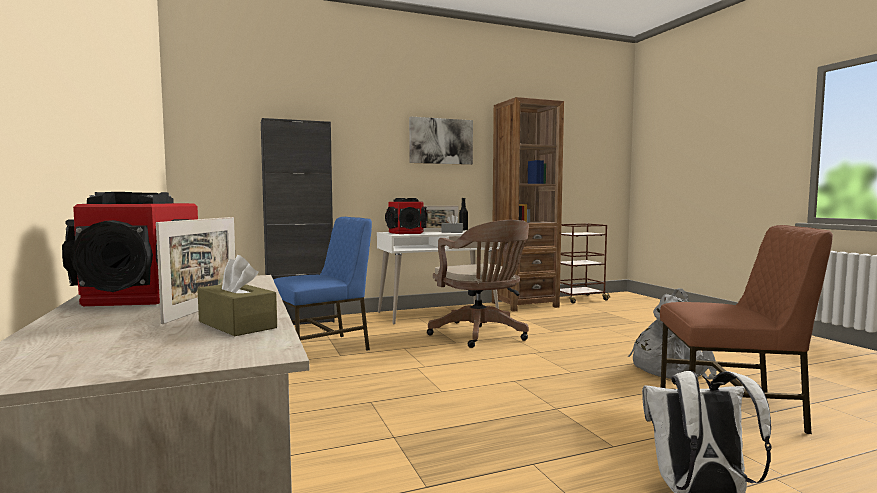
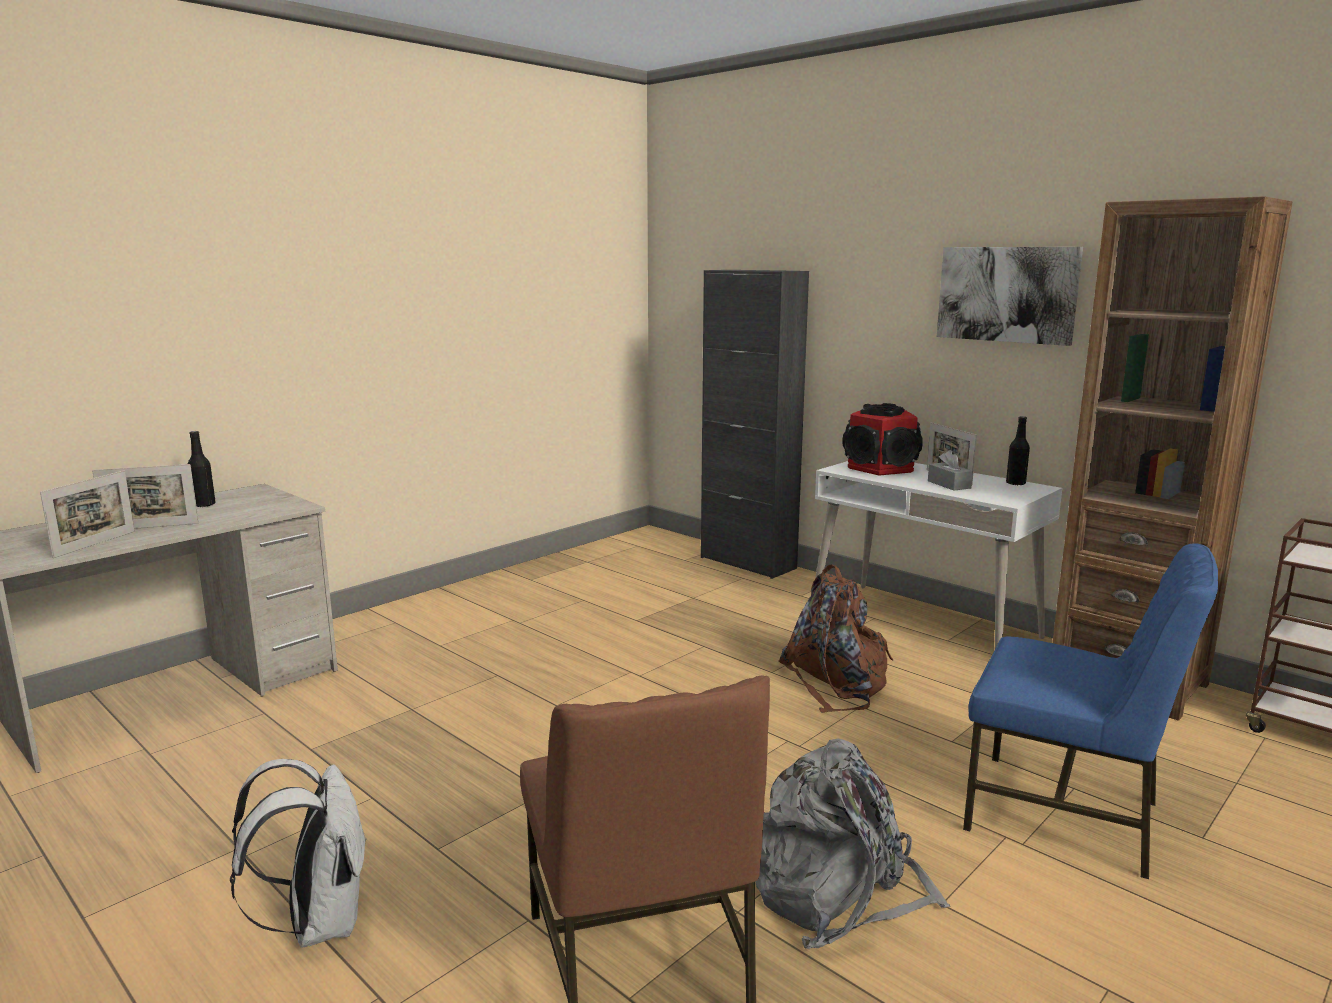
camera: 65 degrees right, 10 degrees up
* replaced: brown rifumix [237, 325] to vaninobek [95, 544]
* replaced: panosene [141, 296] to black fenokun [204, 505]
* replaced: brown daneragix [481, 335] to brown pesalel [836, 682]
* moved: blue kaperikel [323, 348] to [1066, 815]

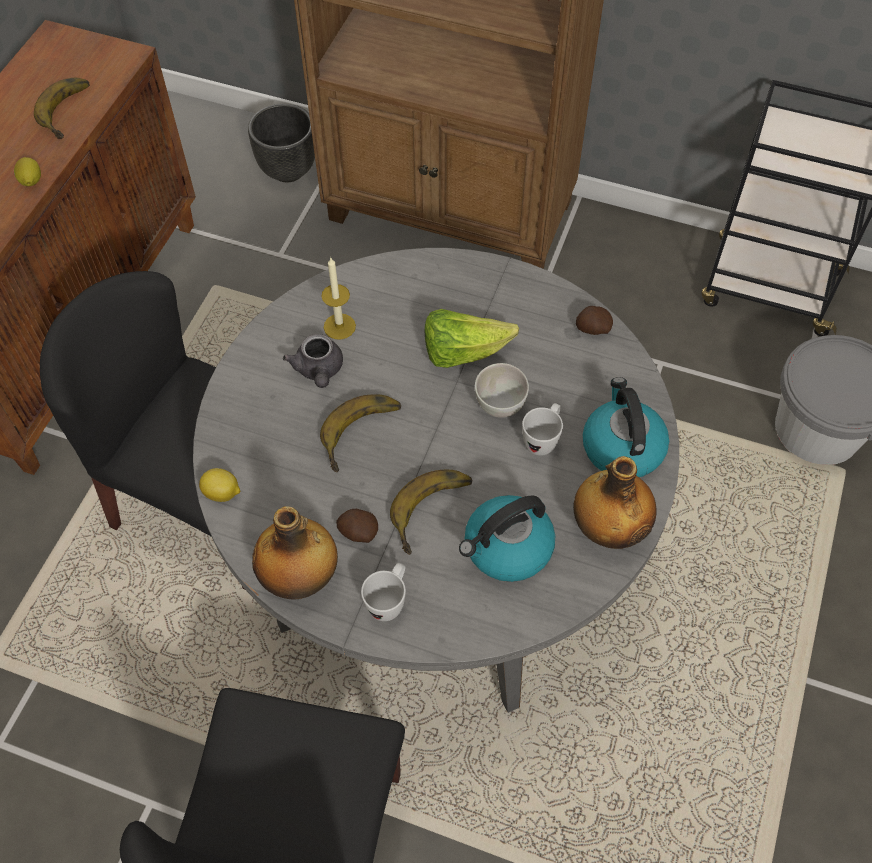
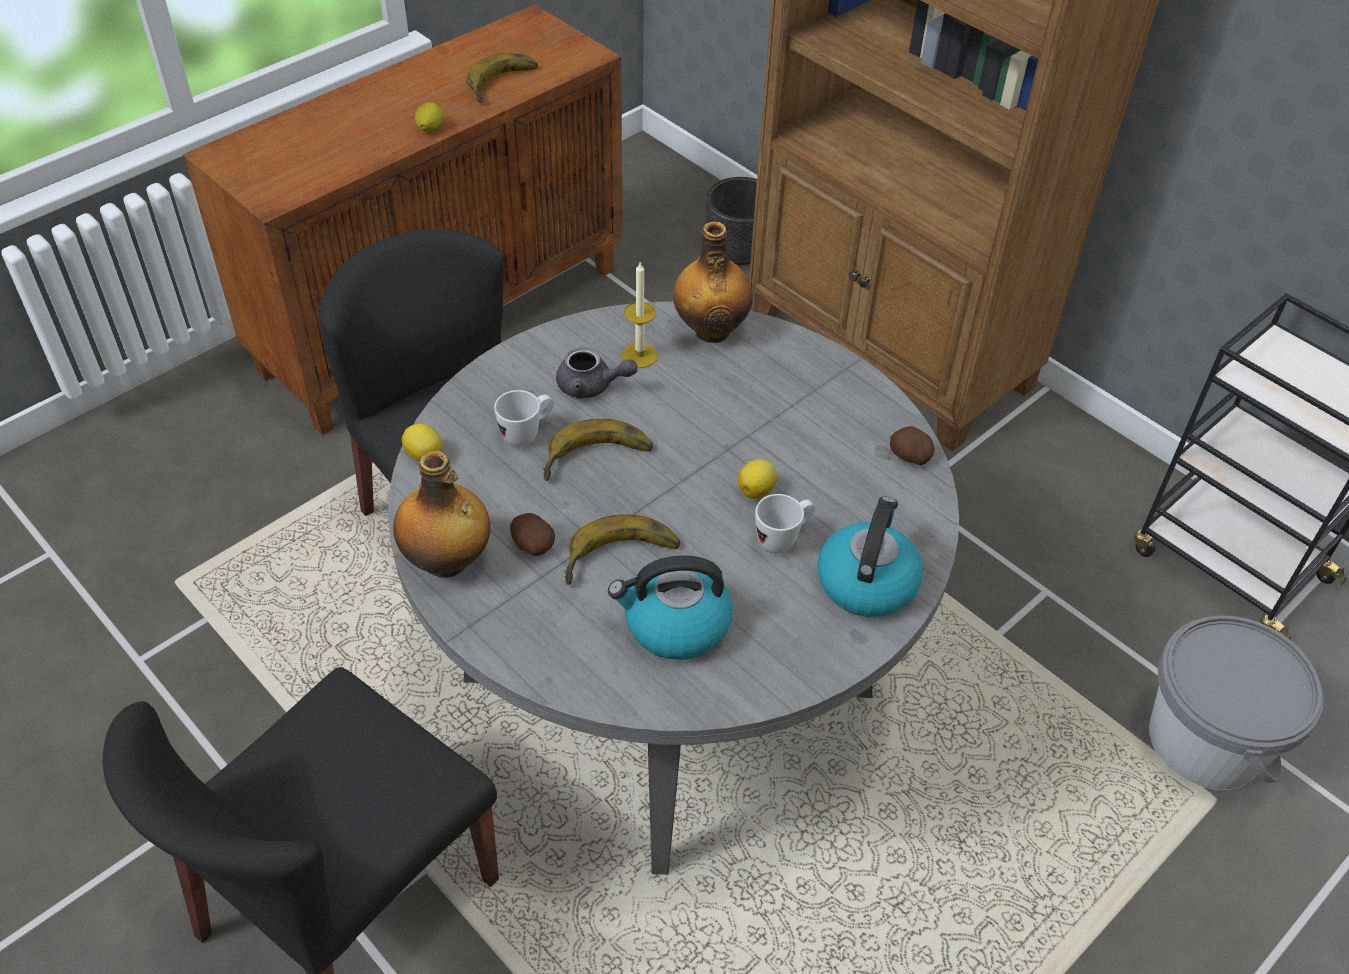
camera: 25 degrees right, 10 degrees down
* moved: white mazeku [389, 601] to [527, 434]
* turned: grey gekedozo [319, 371] = [592, 386] 90 degrees counterclockwise
* moved: fenokun [609, 528] to [711, 329]
* replaced: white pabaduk [500, 407] to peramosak [757, 490]
* removed: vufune [463, 352]

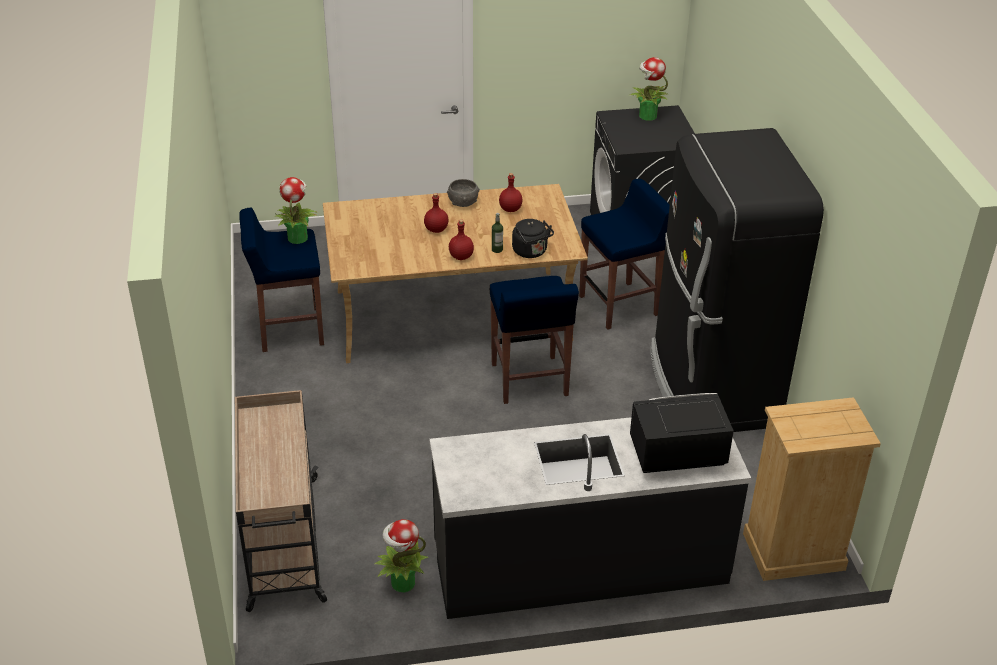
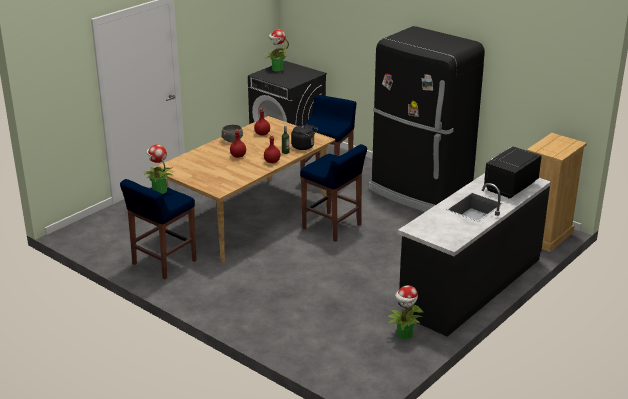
camera: 40 degrees left, 10 degrees down
* removed: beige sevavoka [283, 543]

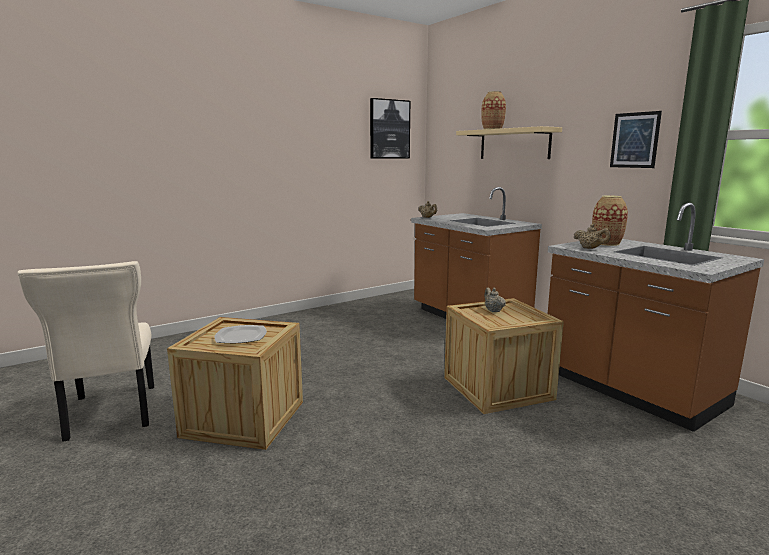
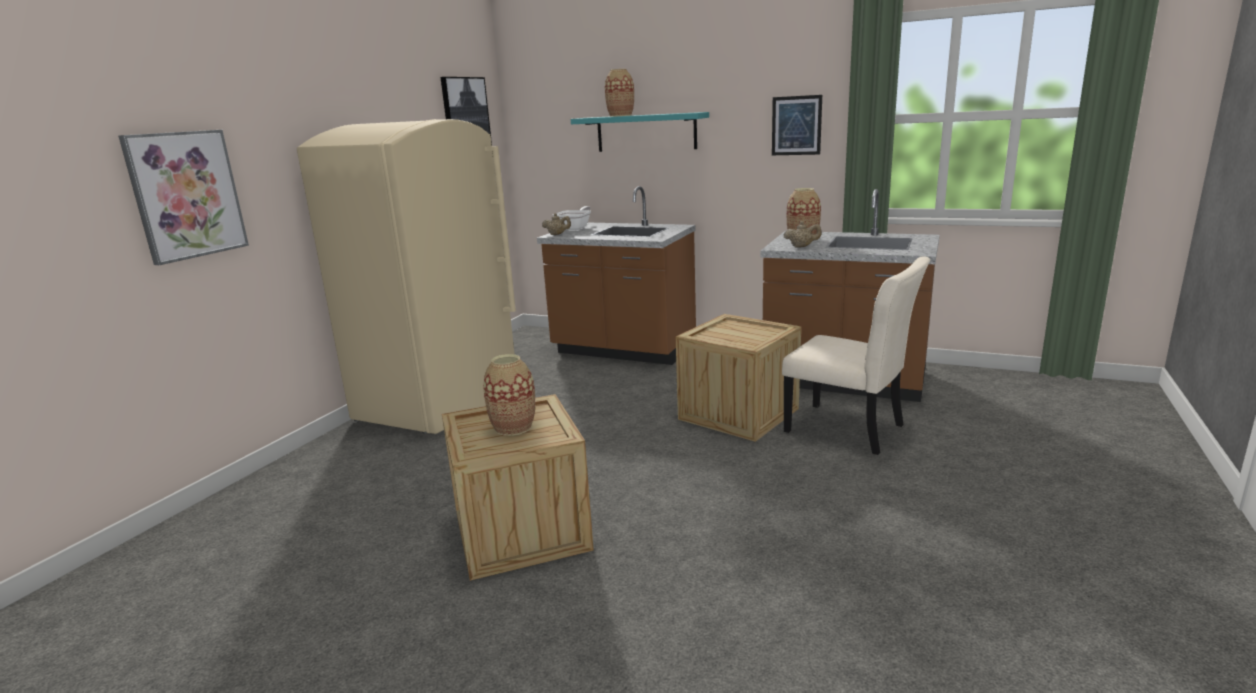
camera: 30 degrees left, 5 degrees up
* added: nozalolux [186, 195]
* added: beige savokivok [441, 401]
* replaced: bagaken [241, 336] to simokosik [513, 427]
* added: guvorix [575, 228]
* recoloured: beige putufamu [514, 144] to turquoise putufamu [646, 132]
* moved: beige kaperikel [111, 414] to [848, 430]
* removed: beige gekedozo [493, 310]

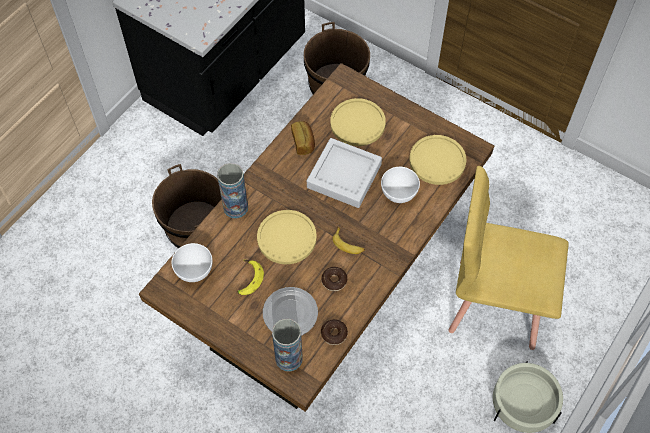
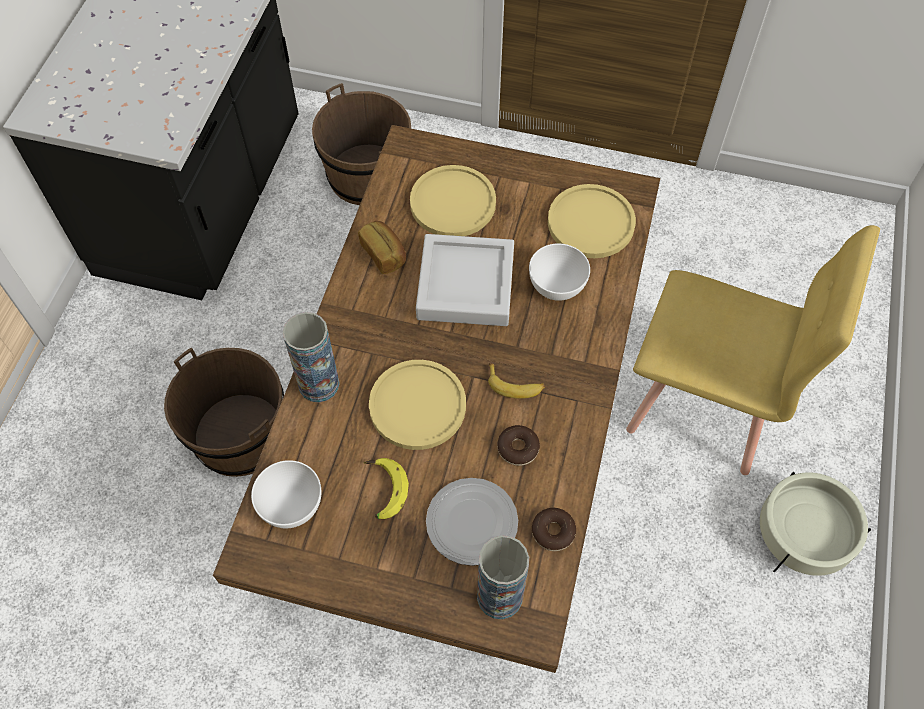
camera: 20 degrees left, 0 degrees up
* turned: yellow kaperikel [495, 302] = [704, 405] 150 degrees counterclockwise

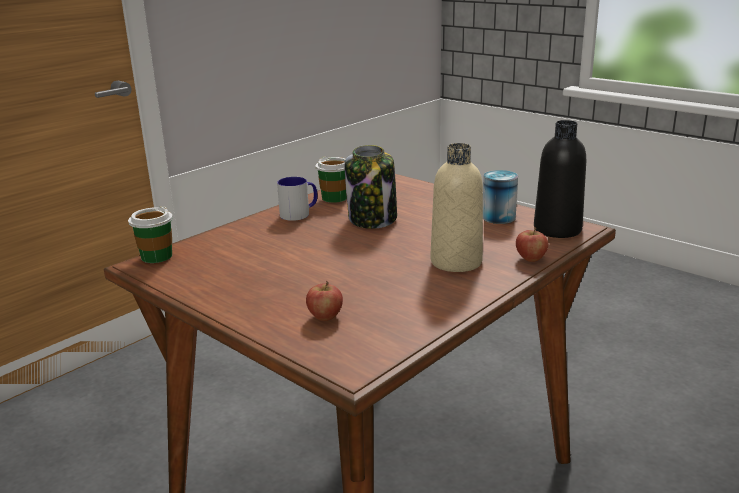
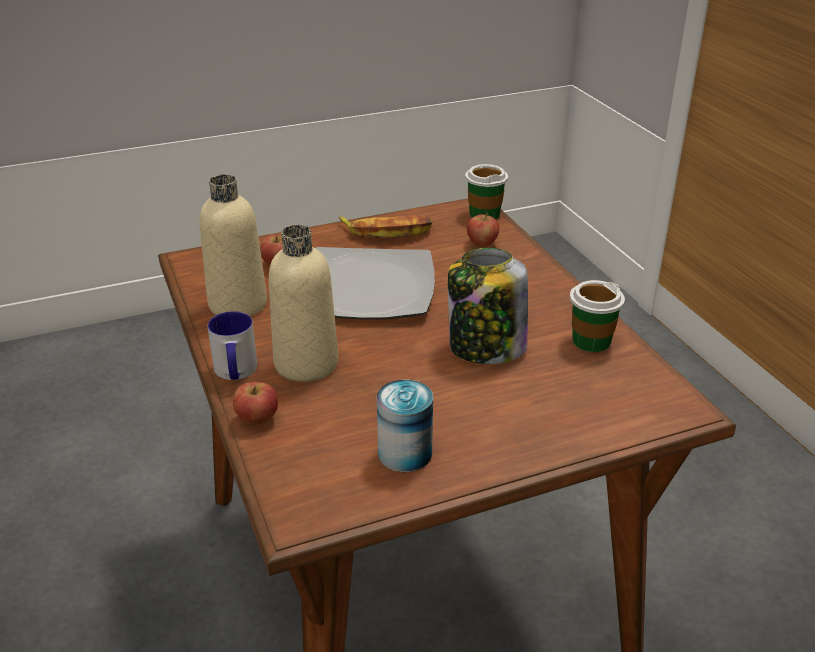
camera: 115 degrees right, 10 degrees up
* added: beige fenokun [238, 304]
* moved: mazeku [299, 214] to [235, 372]
* added: bagaken [366, 289]
* added: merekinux [386, 231]
* added: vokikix [481, 244]
* removed: black fenokun [557, 229]

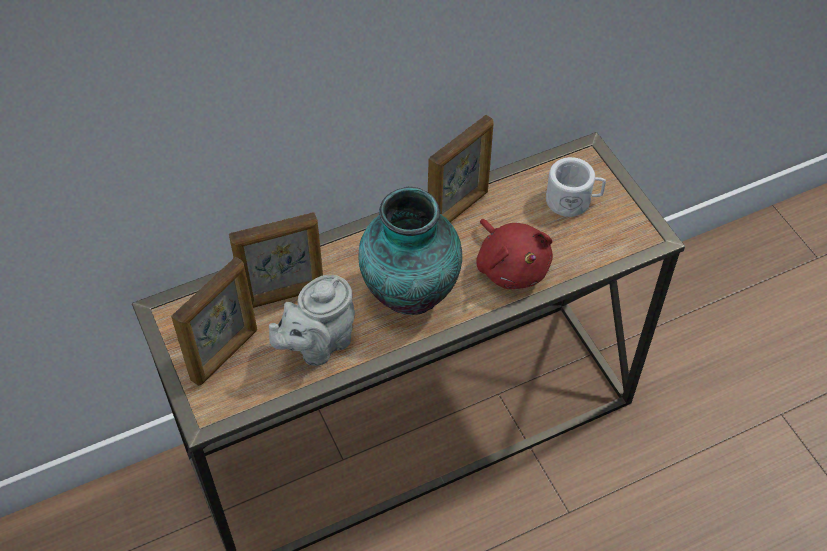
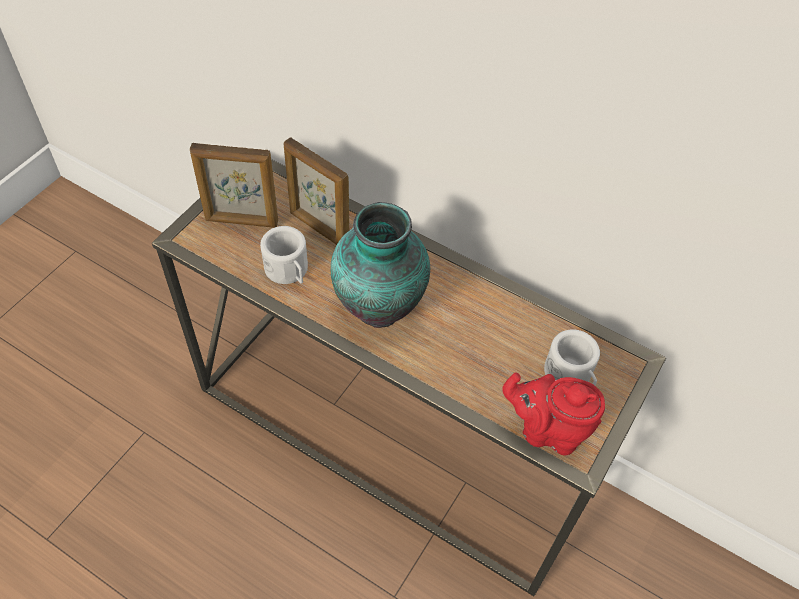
camera: 55 degrees right, 0 degrees up
* replaced: grey gekedozo [318, 344] to white mazeku [289, 271]
* added: red gekedozo [547, 430]
* removed: vaninobek [458, 210]
* removed: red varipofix [511, 266]

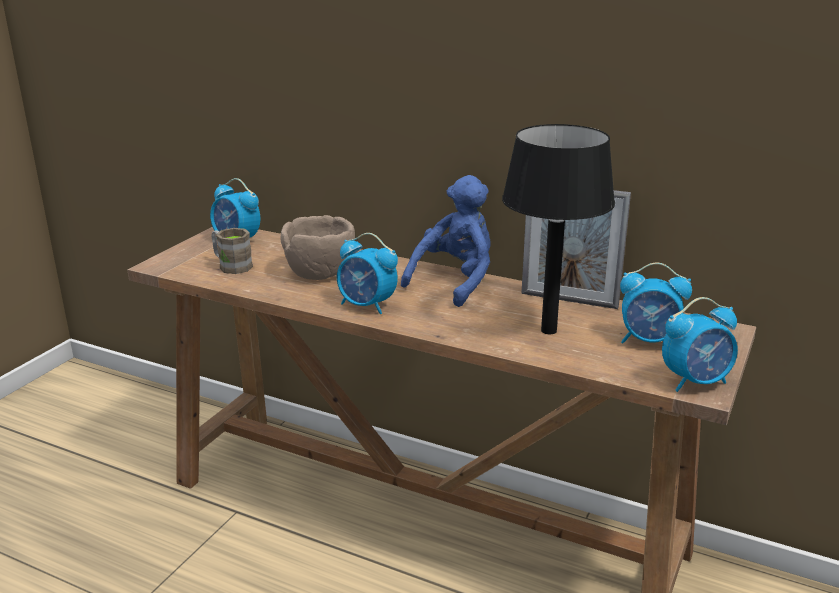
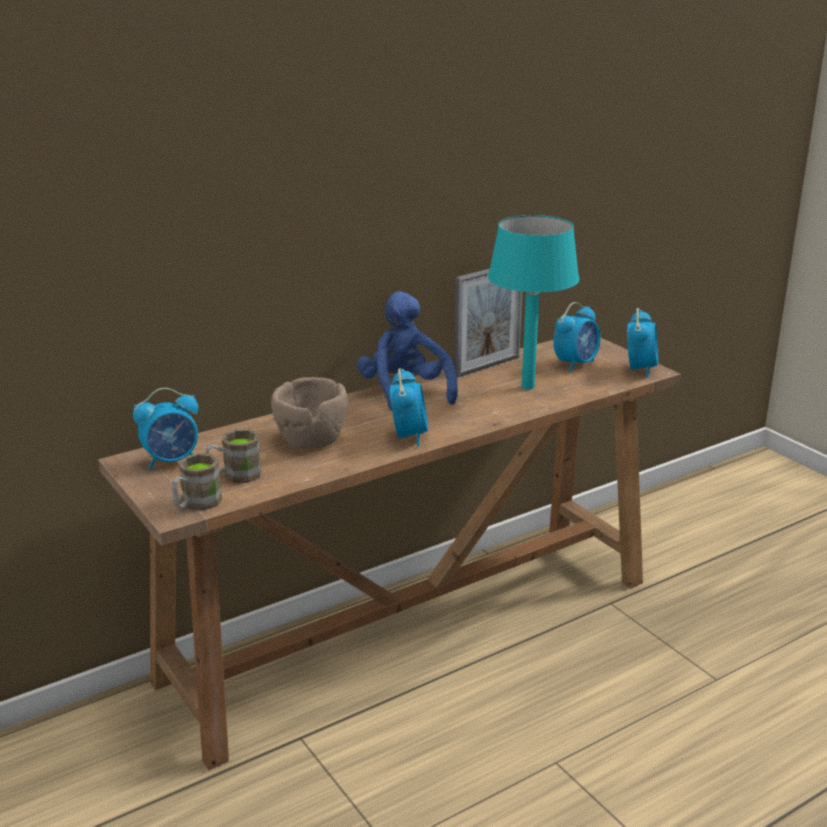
camera: 60 degrees left, 0 degrees up
* added: brown mazeku [196, 504]
* turned: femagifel [367, 306] = [409, 436] 60 degrees counterclockwise
* recoloured: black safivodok [548, 331] to turquoise safivodok [528, 387]

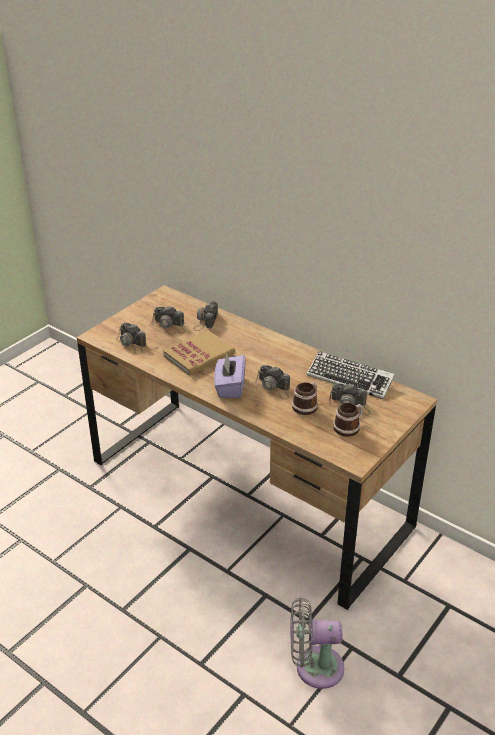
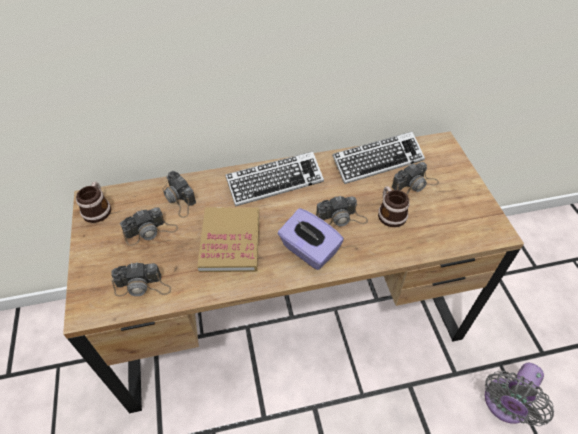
camera: 50 degrees left, 15 degrees up
* moved: mazeku [349, 427] to [98, 209]
* added: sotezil [275, 182]

